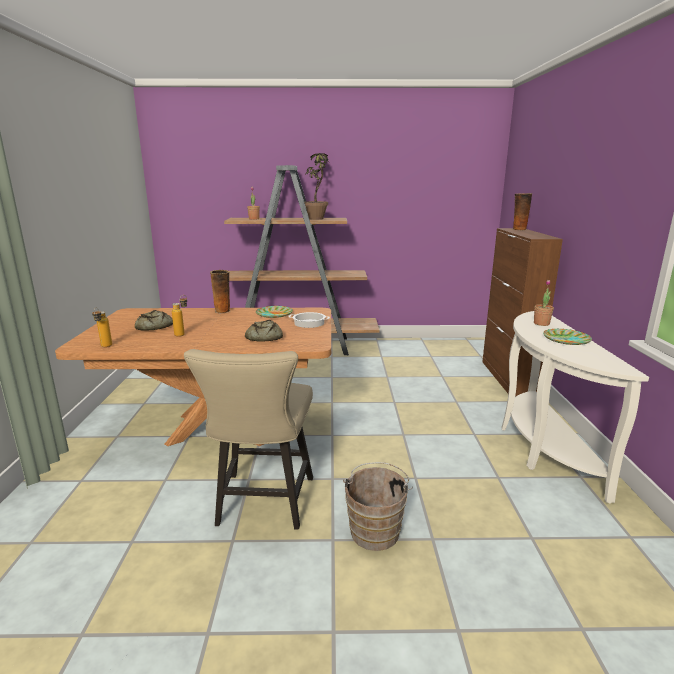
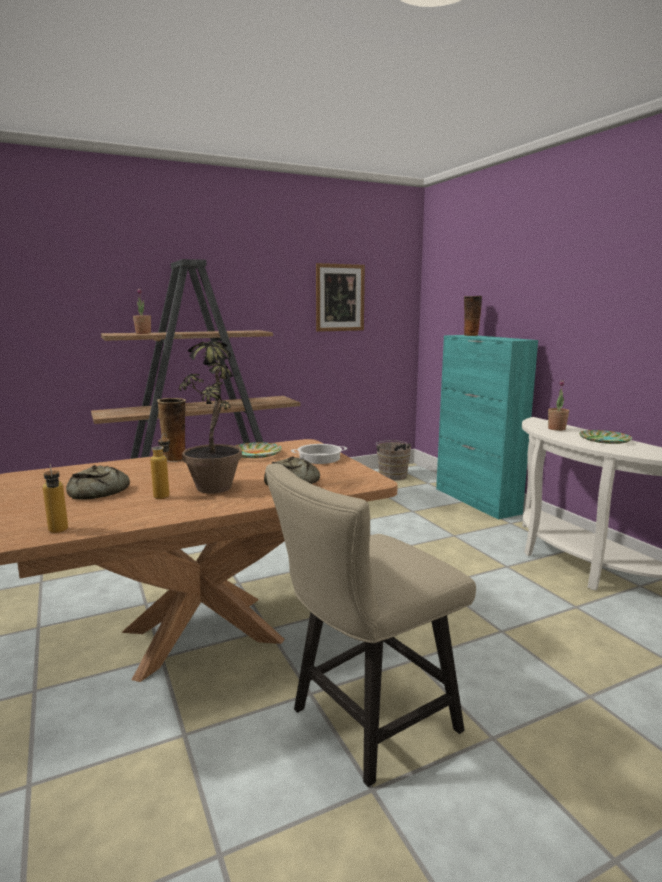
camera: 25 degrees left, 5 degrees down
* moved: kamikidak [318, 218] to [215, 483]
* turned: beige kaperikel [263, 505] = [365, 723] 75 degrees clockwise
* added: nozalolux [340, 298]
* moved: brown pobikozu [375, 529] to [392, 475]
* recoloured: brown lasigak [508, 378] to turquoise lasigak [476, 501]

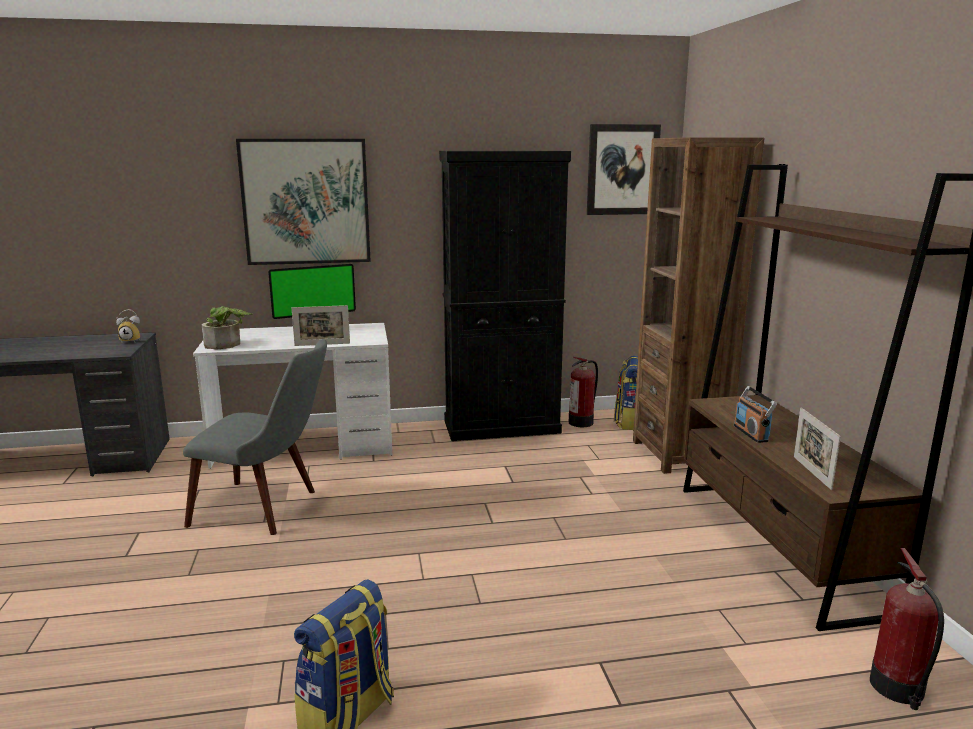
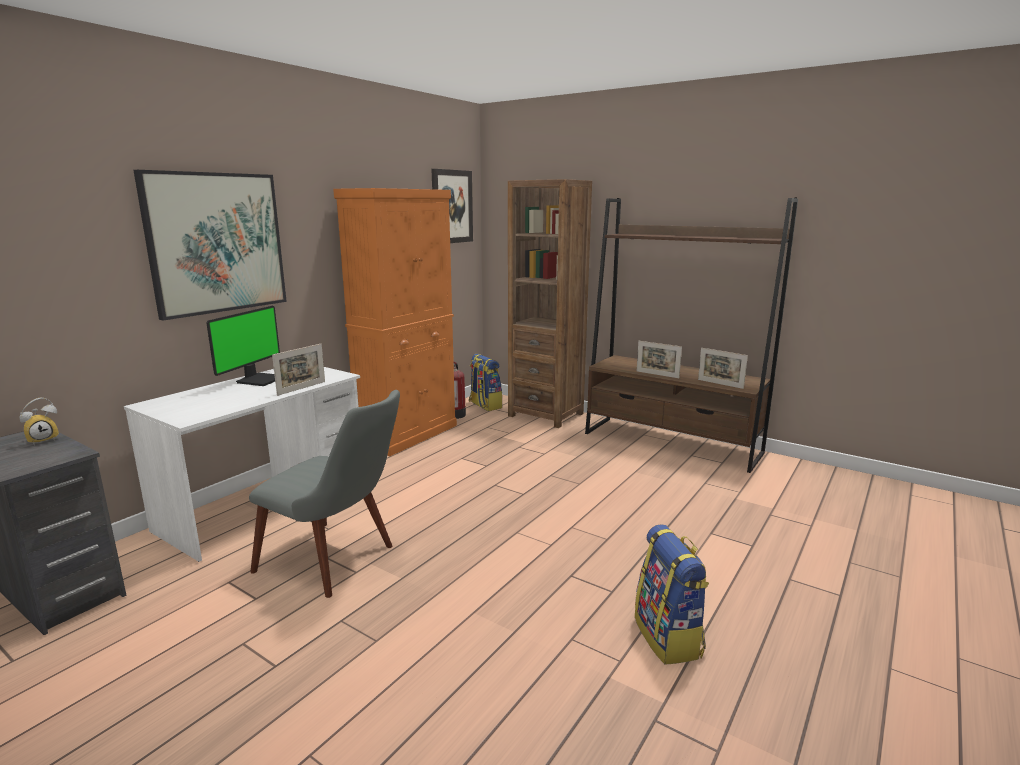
camera: 45 degrees left, 0 degrees up
* turned: grey kaperikel [269, 508] = [339, 561] 60 degrees clockwise
* recoloured: black lasigak [502, 427] to orange lasigak [408, 434]
* replaced: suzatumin [751, 433] to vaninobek [657, 374]
* removed: kamikidak [227, 345]
* removed: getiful [898, 689]

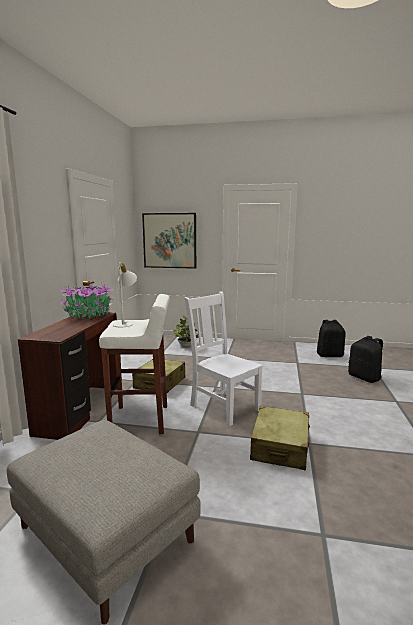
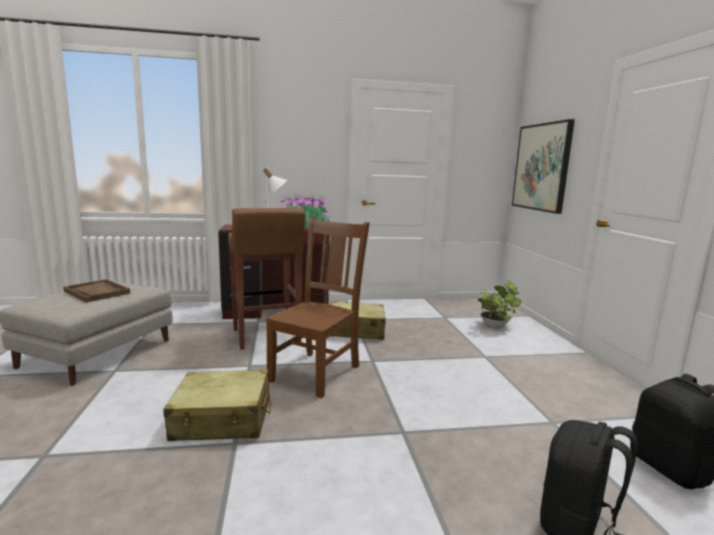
camera: 70 degrees right, 0 degrees up
* added: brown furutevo [97, 292]
* recoloured: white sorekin [141, 420] to brown sorekin [266, 336]
* recoloured: white kaperikel [223, 406] to brown kaperikel [317, 372]

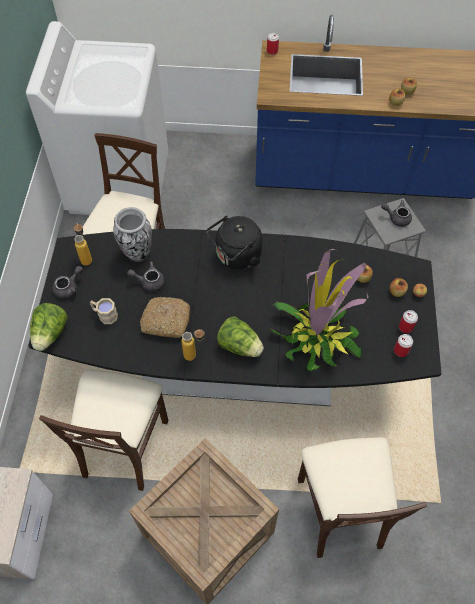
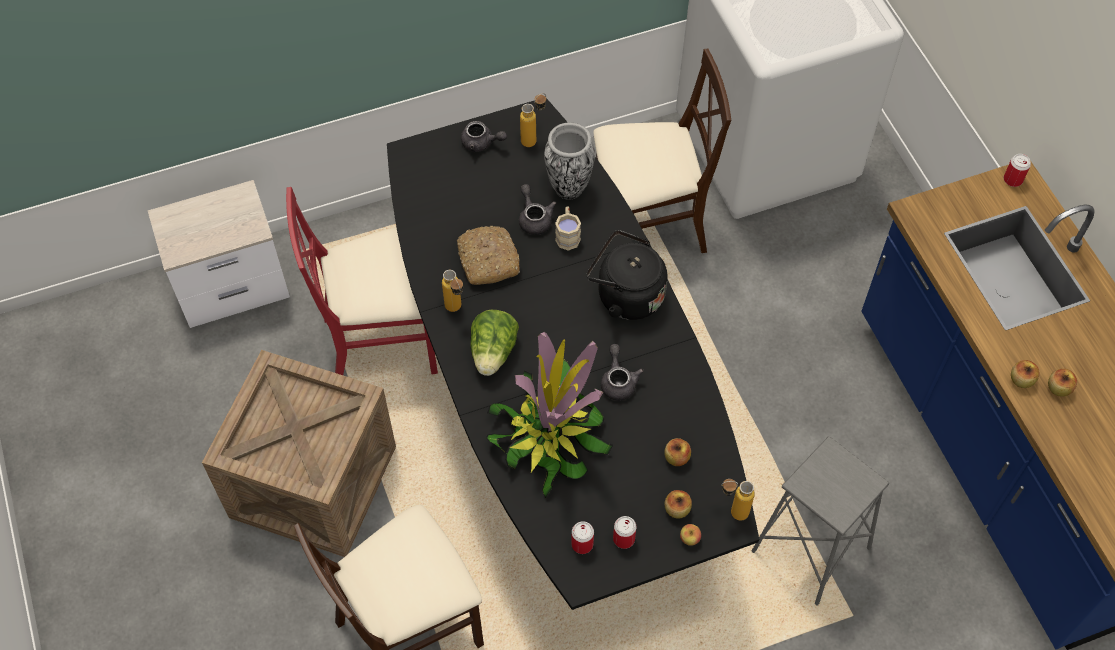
camera: 65 degrees right, 0 degrees up
* recoloured: beige kaperikel [124, 446] to red kaperikel [382, 341]
* moved: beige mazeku [104, 315] to [567, 235]
* moved: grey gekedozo [396, 218] to [618, 381]
* added: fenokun [732, 512]
* removed: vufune [50, 333]

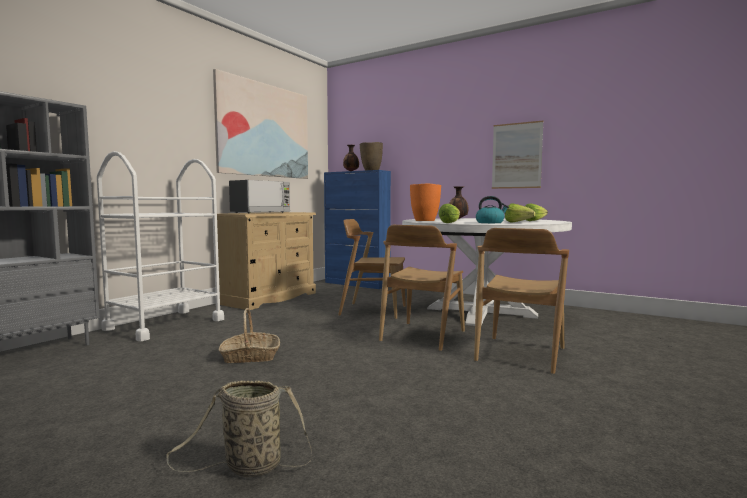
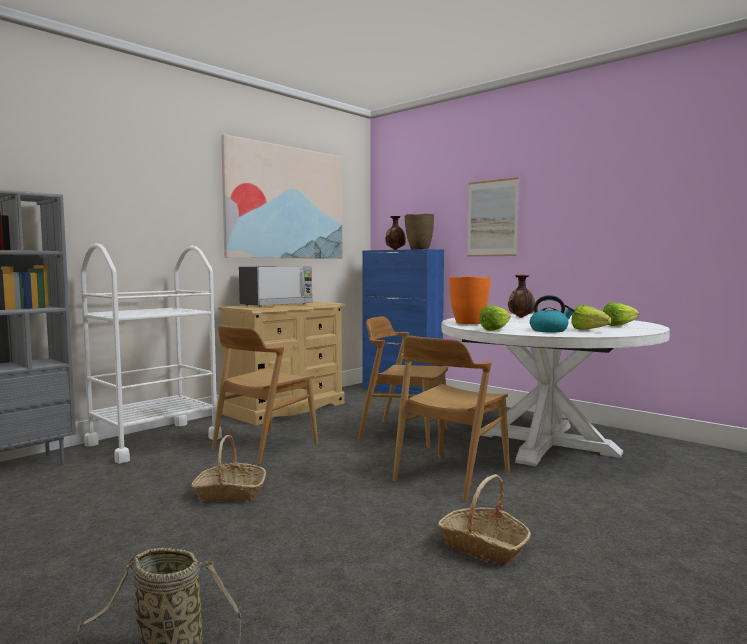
camera: 10 degrees right, 0 degrees up
* moved: brown kaperikel [520, 354] to [264, 446]
* added: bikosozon [483, 547]
* moved: nozalolux [516, 155] to [492, 218]

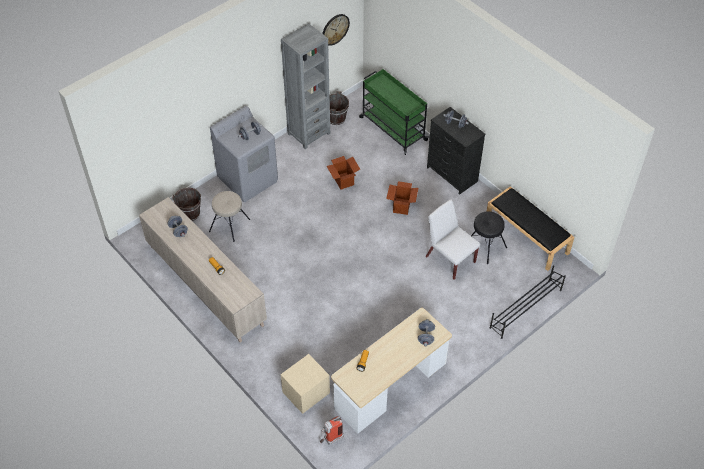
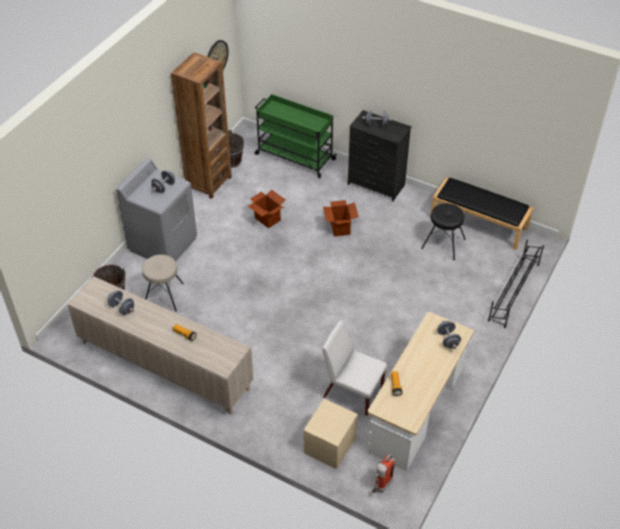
camera: 20 degrees left, 5 degrees down
* recoloured: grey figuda [308, 133] to brown figuda [208, 182]
* moved: white kaperikel [450, 259] to [352, 391]

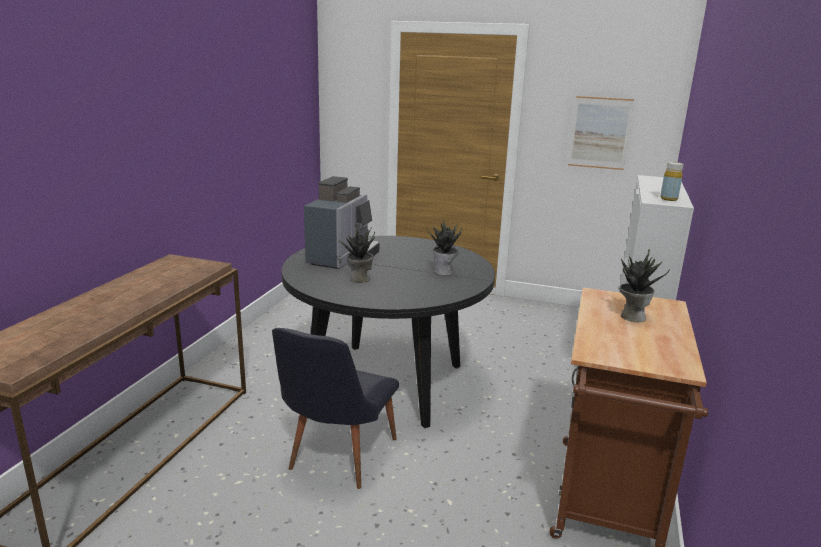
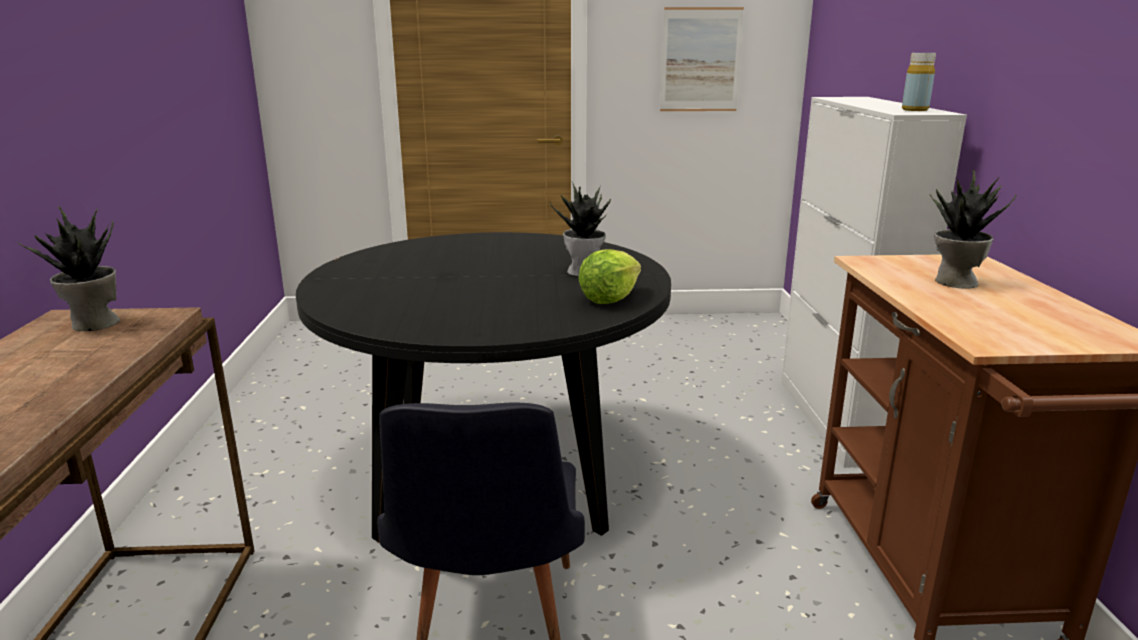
camera: 20 degrees left, 0 degrees up
* moved: kamikidak [359, 279] to [93, 324]
* added: vufune [610, 298]
* removed: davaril [342, 258]

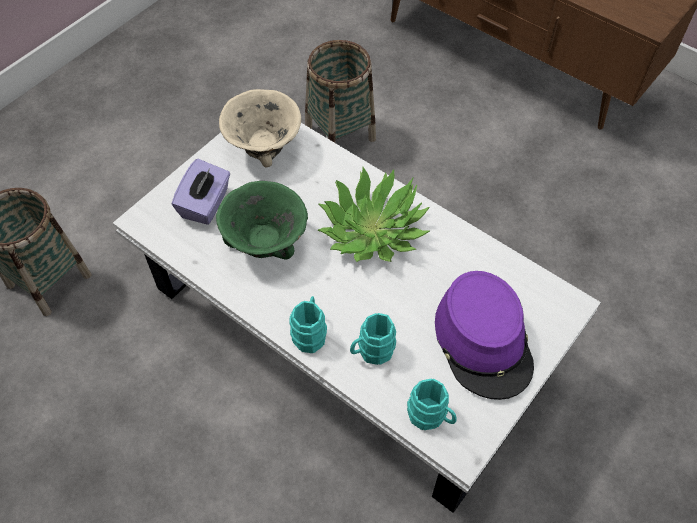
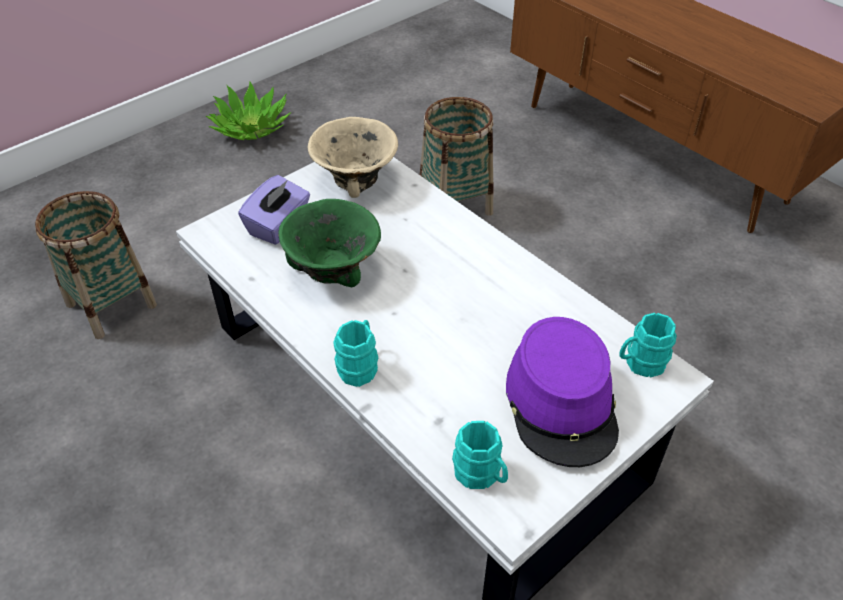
camera: 10 degrees right, 10 degrees down
* moved: kamikidak [372, 230] to [251, 128]
* moved: turquoise mazeku [371, 351] to [640, 363]

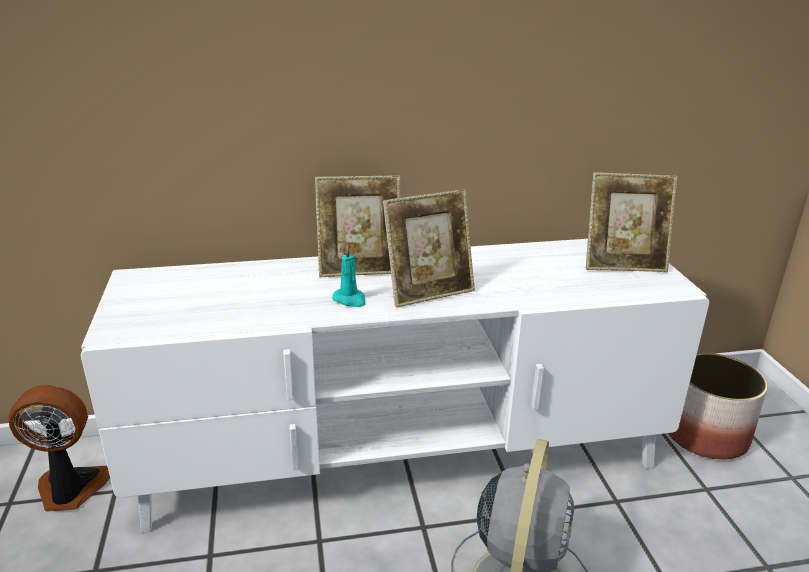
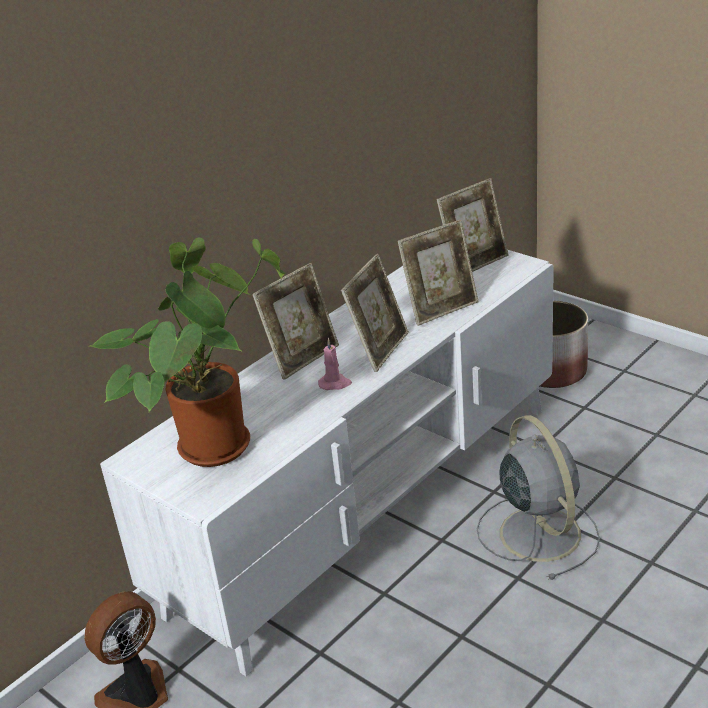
camera: 35 degrees left, 5 degrees up
* added: kamikidak [215, 442]
* recoloured: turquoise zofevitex [350, 300] to pink zofevitex [335, 383]
* added: vaninobek [441, 308]

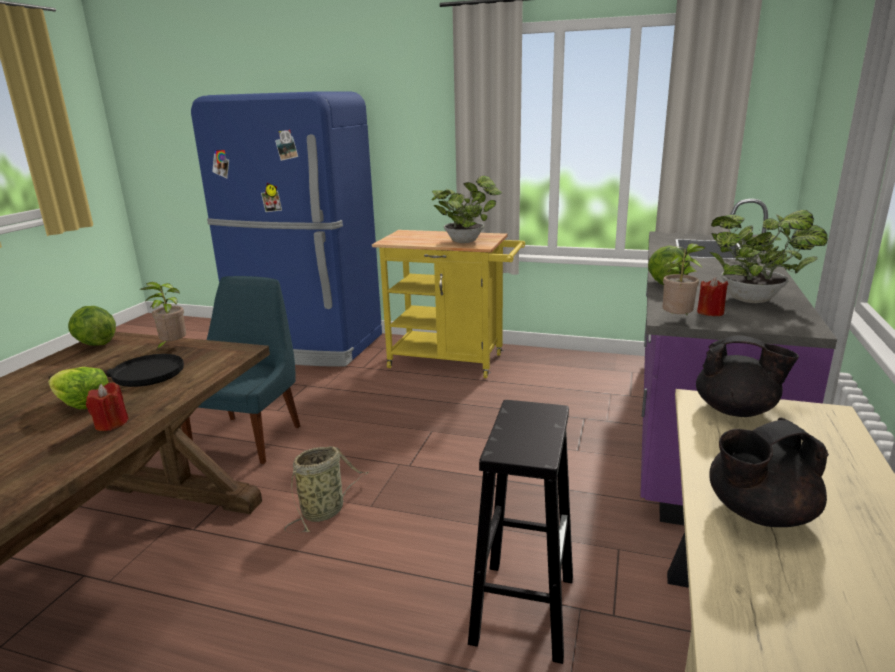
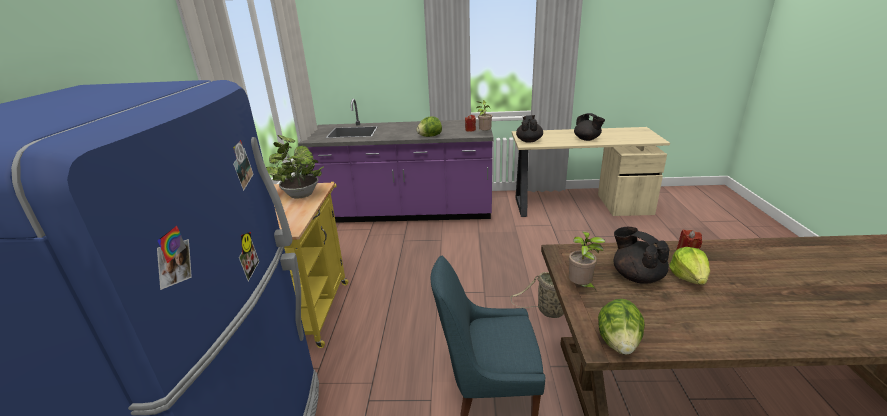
camera: 105 degrees left, 5 degrees up
* replaced: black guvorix [137, 376] to black gekedozo [636, 276]
* removed: black sorekin [523, 607]
* removed: kamikidak [755, 300]

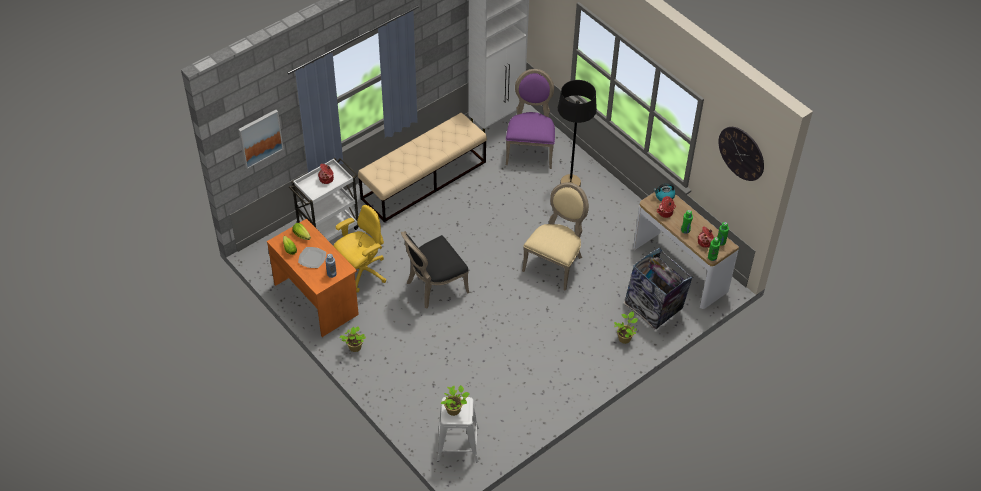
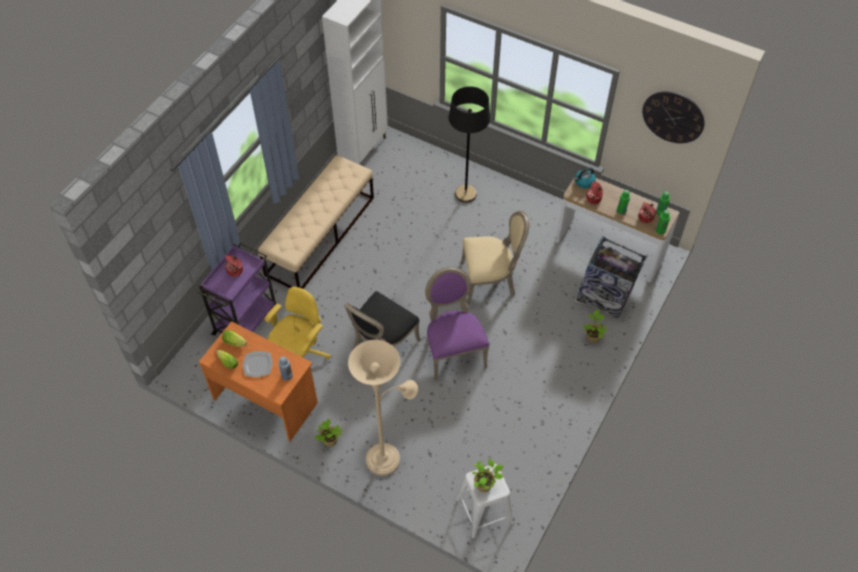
camera: 20 degrees left, 5 degrees up
* recoloured: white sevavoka [329, 230] to purple sevavoka [246, 320]
* added: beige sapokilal [387, 457]
* moved: purple kaperikel [530, 149] to [453, 350]
* turned: beige kaperikel [555, 263] = [490, 281] 75 degrees clockwise
* removed: nozalolux [260, 138]

